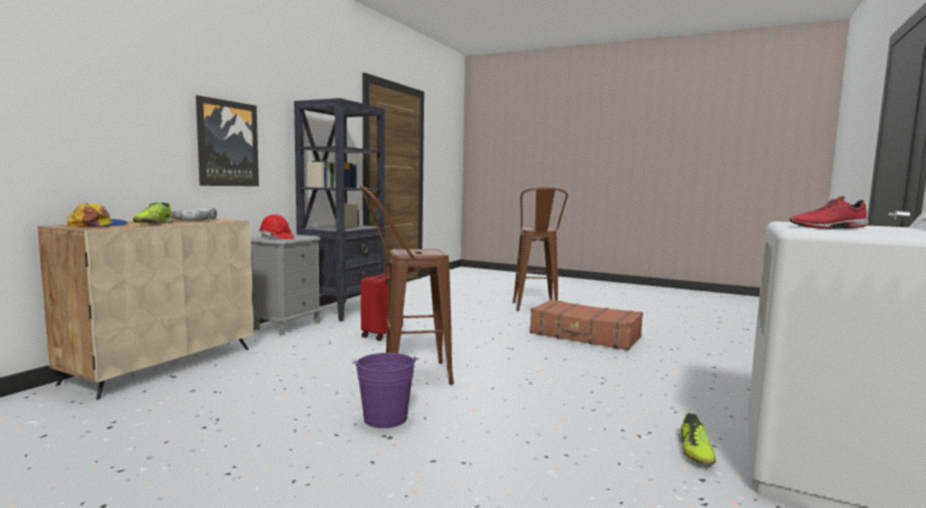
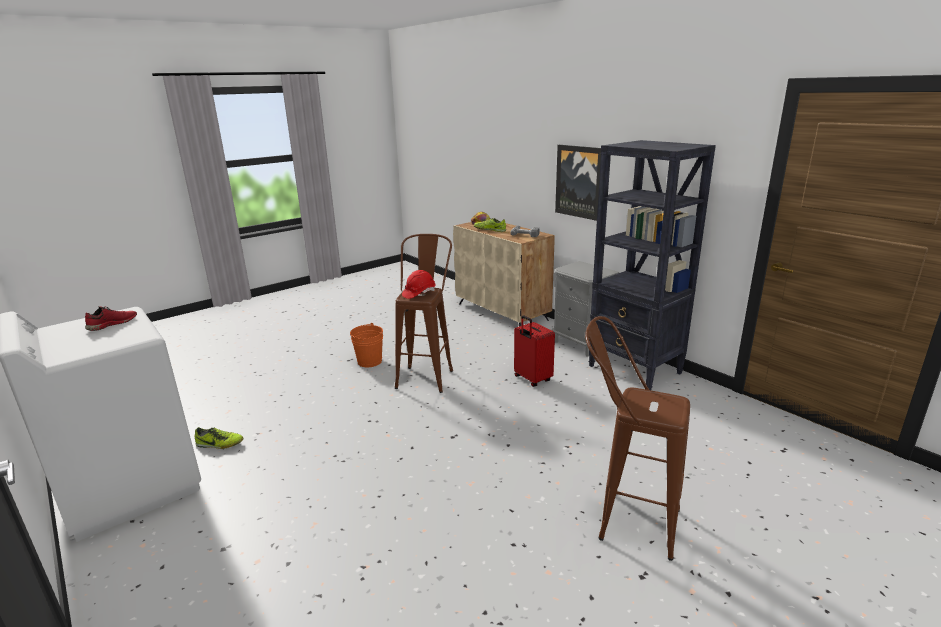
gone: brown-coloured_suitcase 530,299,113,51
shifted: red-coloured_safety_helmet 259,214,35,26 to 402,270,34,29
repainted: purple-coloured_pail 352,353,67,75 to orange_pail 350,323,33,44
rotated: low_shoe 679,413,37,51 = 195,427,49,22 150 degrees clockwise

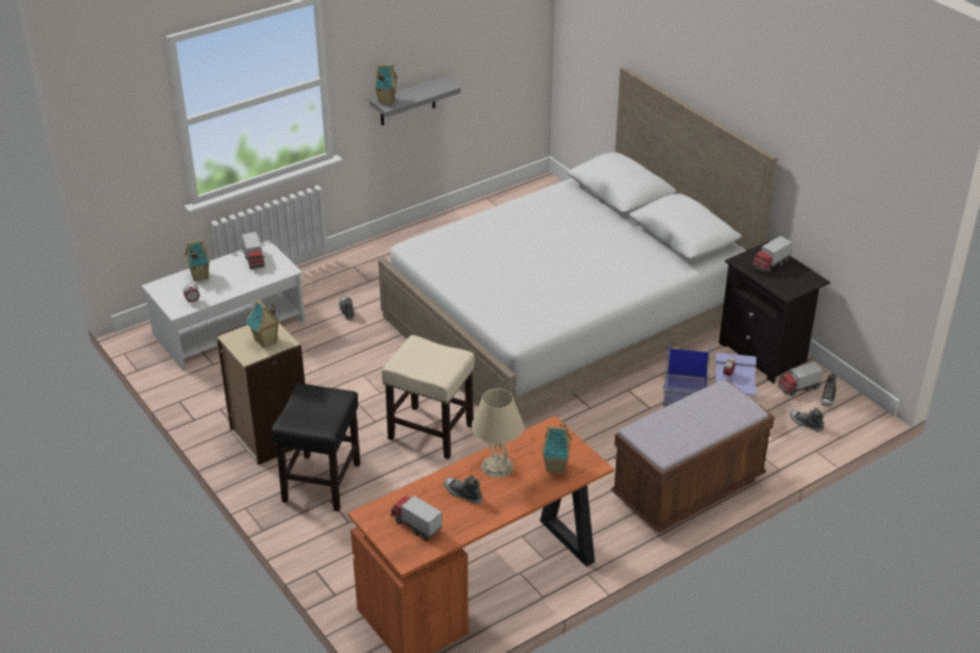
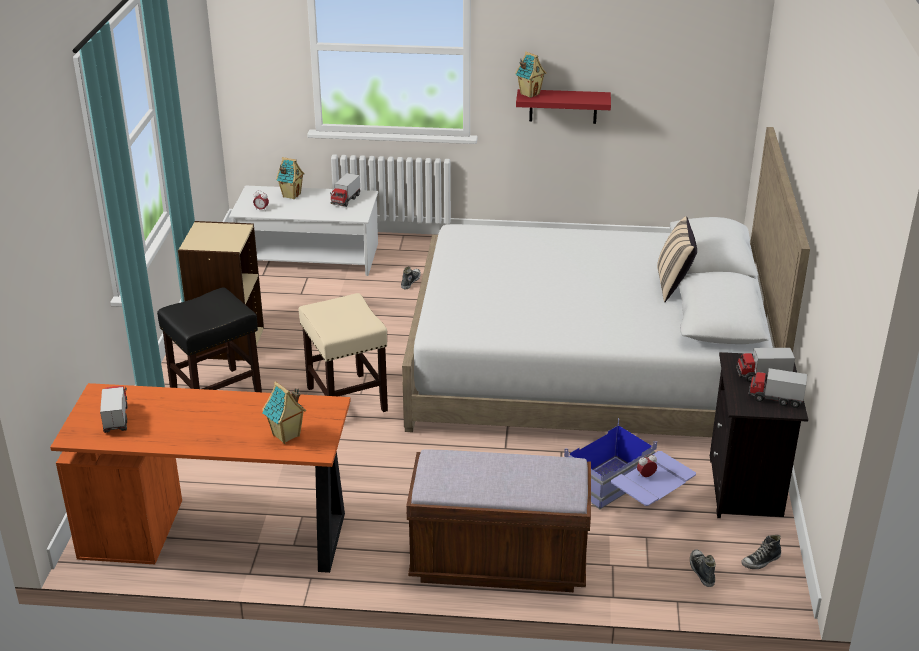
gone: miniature_house 246,298,35,50; beige_table_lamp 471,389,53,89; low_shoe 444,475,38,29
new: beige_cushion 657,216,40,86
shifted: toy_lorry 778,362,45,34 to 748,368,59,40
repainted: gray_bracket_shelf 370,76,91,49 to red-coloured_bracket_shelf 516,89,95,35

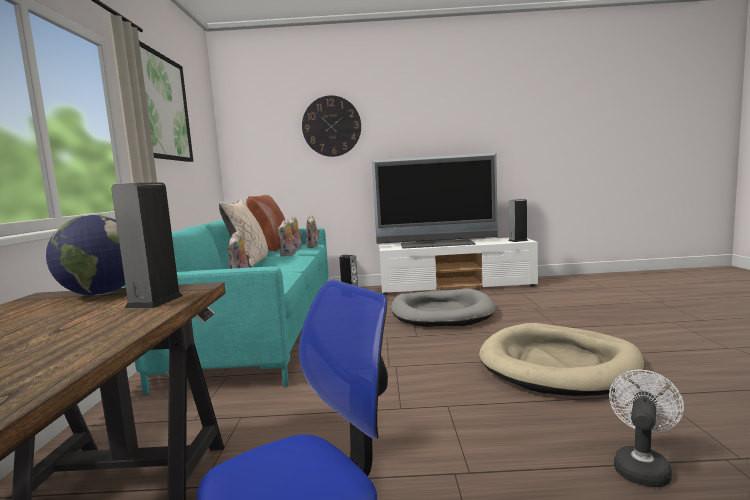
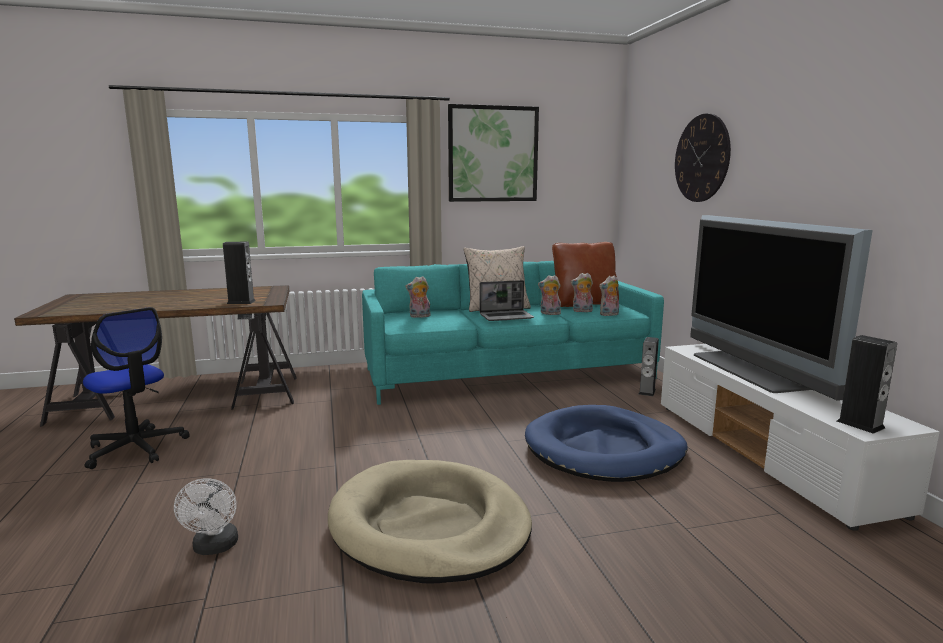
gone: globe 46,215,79,81
new: notebook_computer 479,280,55,41
repainted: gray_dog_bed 391,289,104,38 to bluish_dog_bed 525,405,163,77
rotated: whitish_cooling_fan 609,370,75,117 = 174,478,64,77 60 degrees clockwise

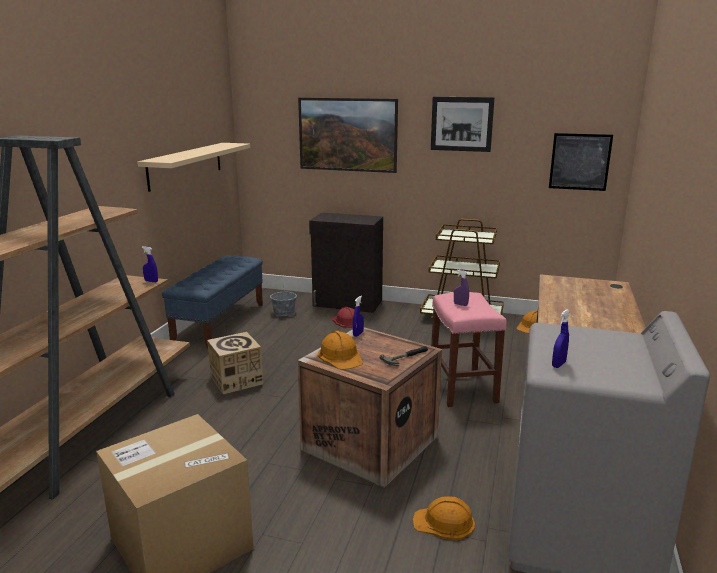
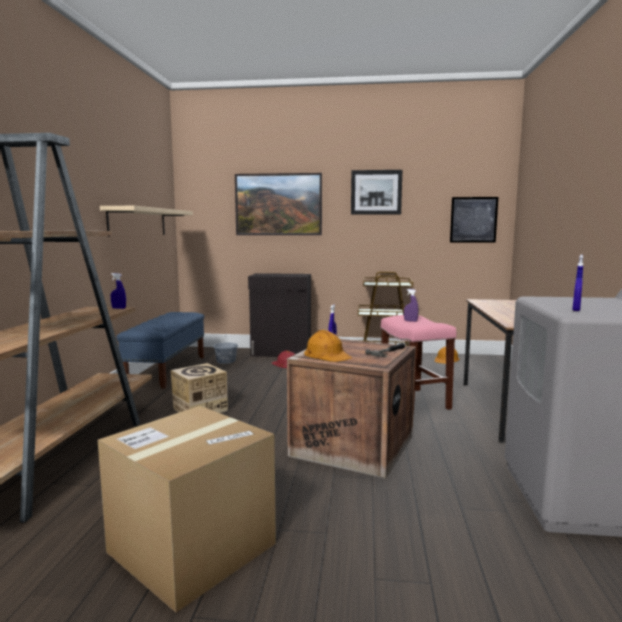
gone: orange_safety_helmet 413,496,62,44

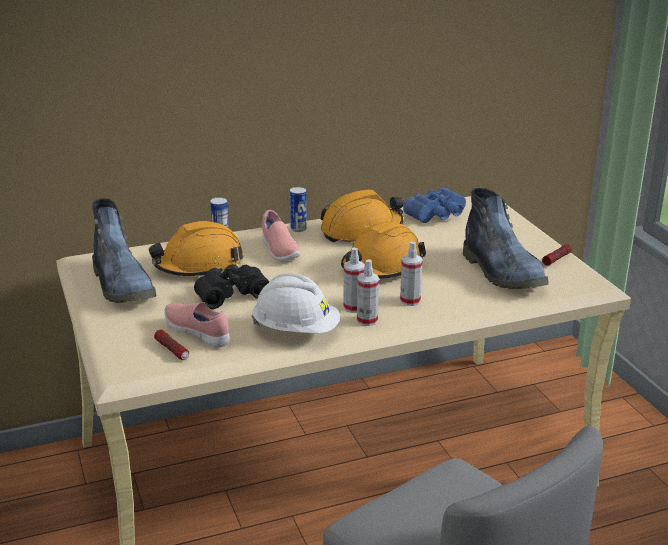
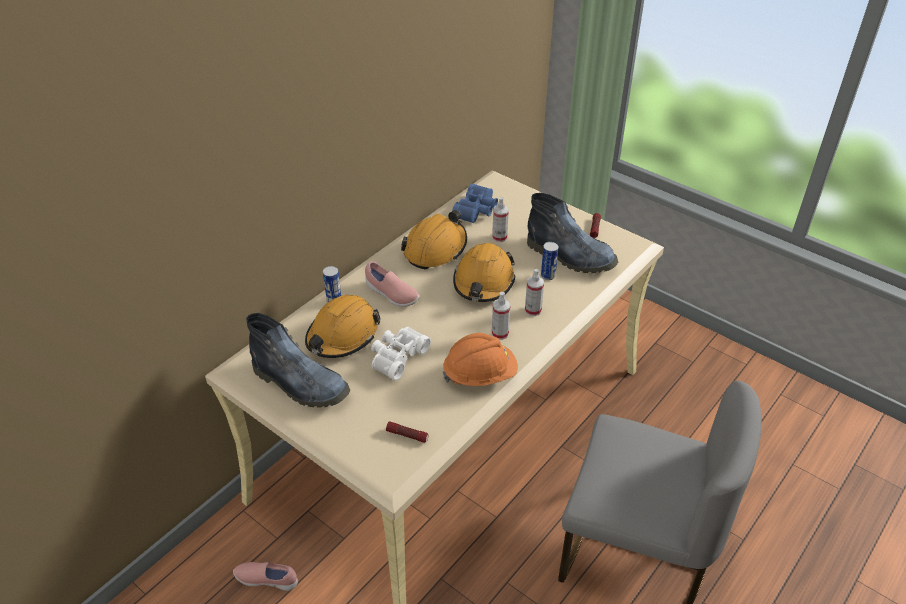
shifted: sealed_can 290,187,17,45 to 541,242,17,38; sprayer 357,259,22,67 to 492,197,17,45; pink_low_shoe 164,302,66,45 to 233,562,65,29
repainted: black-coloured_field_glasses 194,264,76,45 to whitish_field_glasses 371,327,60,54; whitish_safety_helmet 252,273,88,61 to orange_safety_helmet 443,333,75,53

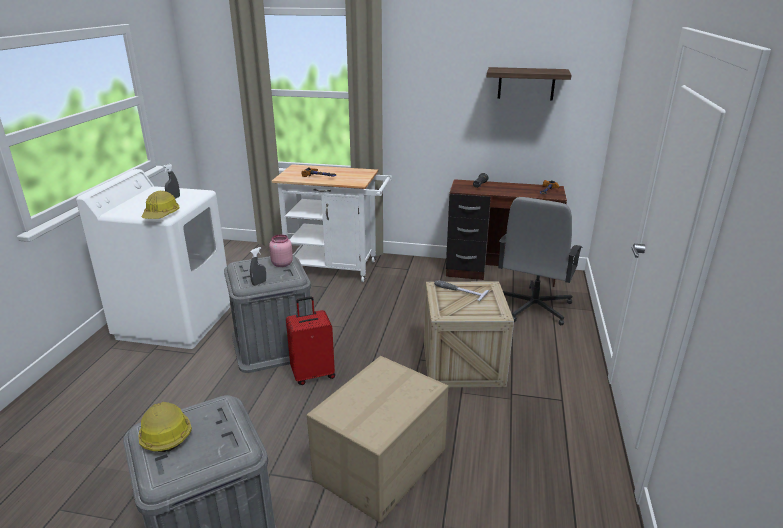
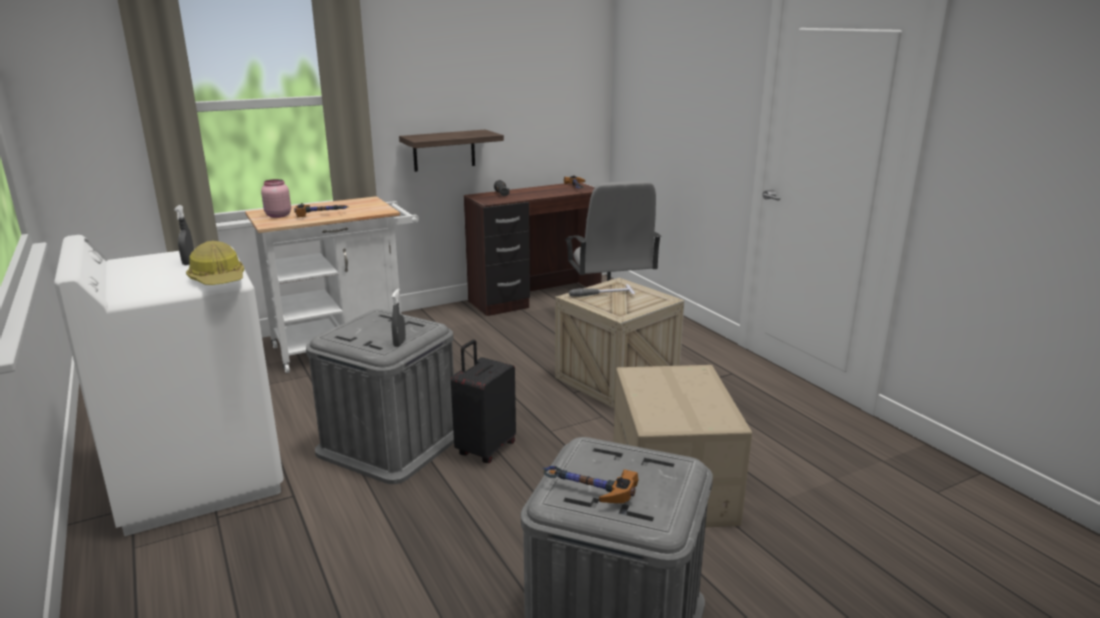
shifted: bracket_shelf 487,67,85,34 to 399,130,105,42; pink_jar 269,234,24,33 to 261,179,30,39
swapped: safety_helmet 139,402,53,50 to hammer 542,466,97,37
repainted: red-coloured_suitcase 286,296,49,89 to black-coloured_suitcase 451,340,65,123

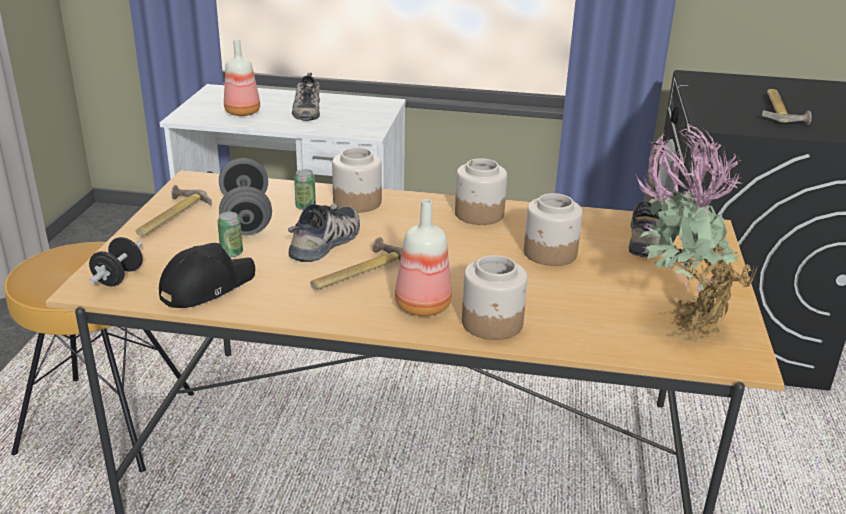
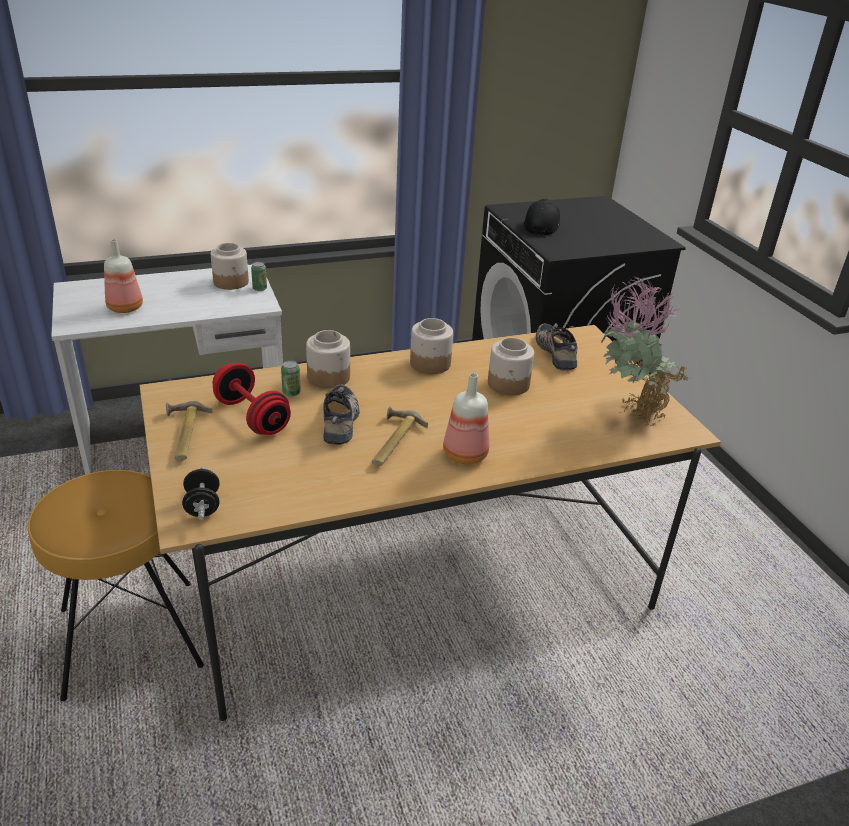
gone: low_shoe 292,73,28,48; hammer 762,89,50,36
shifted: sealed_can 217,212,26,45 to 251,262,16,29; black-coloured_peaked_cap 159,243,96,65 to 524,199,36,36; jar 462,255,66,85 to 211,243,38,47
repainted: gray_free_weight 219,158,53,77 to red-coloured_free_weight 213,363,78,72

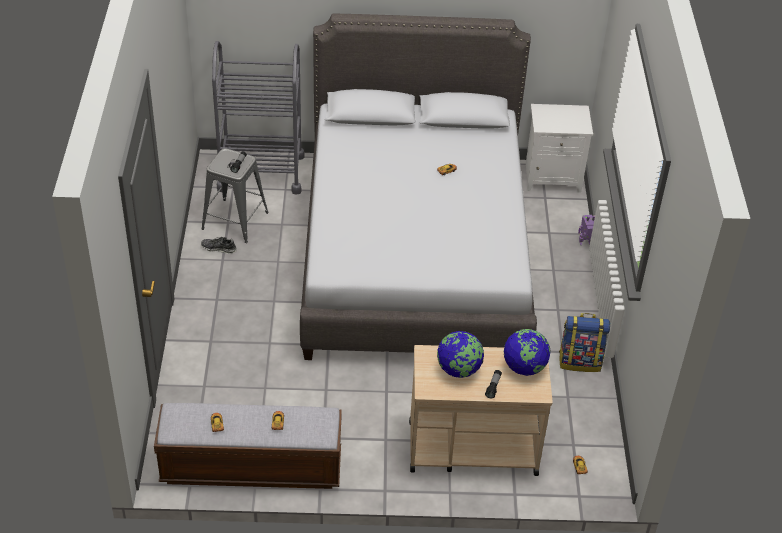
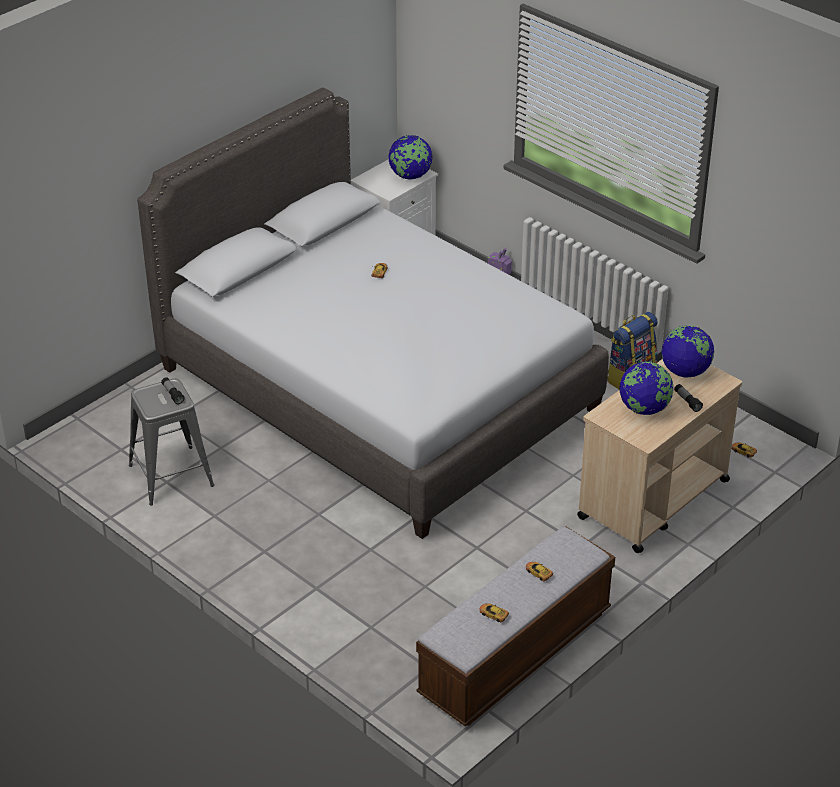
gone: gray_wheeled_cart 212,41,93,154; low_shoe 201,237,36,17
new: globe 389,135,44,44

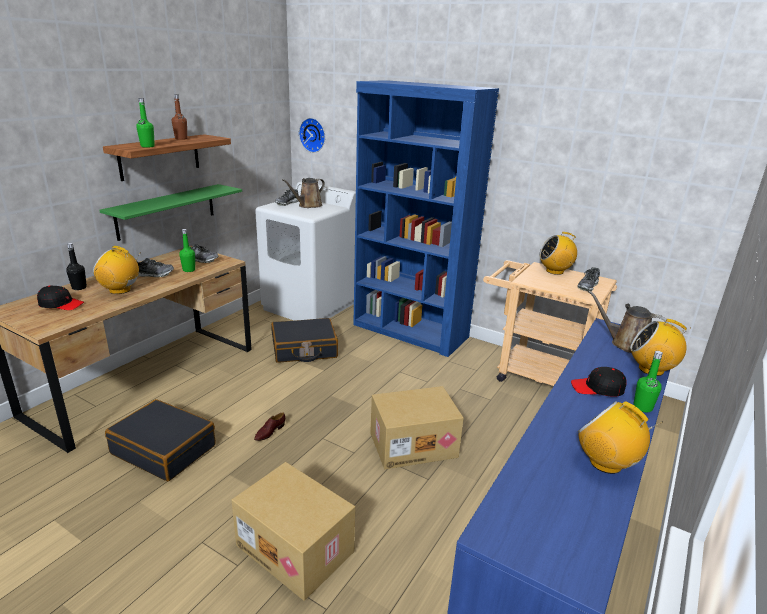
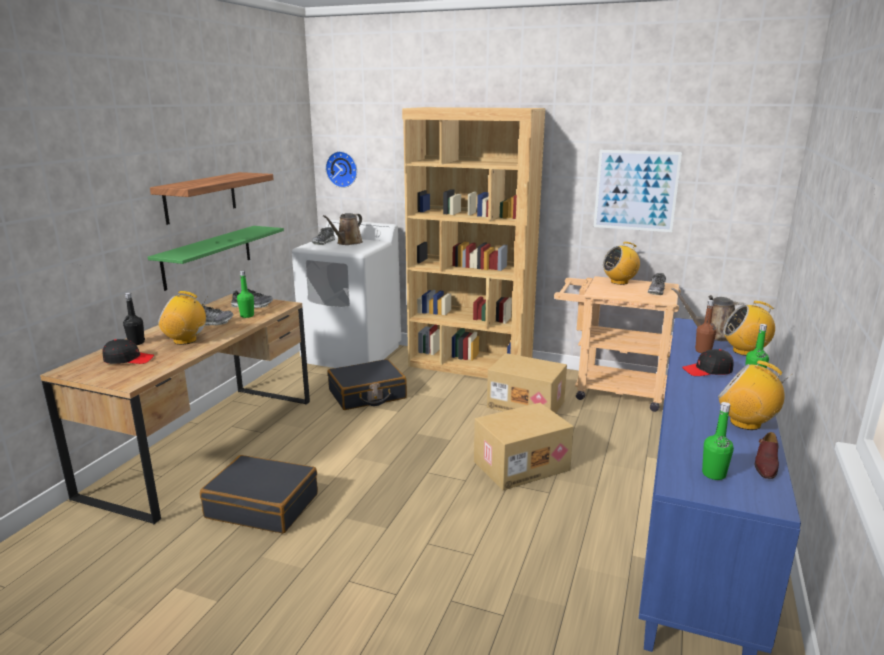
new: wall_art 594,150,88,82
shifted: brown-coloured_bottle 172,94,15,46 to 695,300,21,53; green-coloured_bottle 136,98,19,50 to 702,402,32,78; brown-coloured_low_shoe 254,412,31,29 to 754,432,25,47; packing_box 232,462,123,139 to 487,353,80,60
repainted: bluish_bookcase 353,80,146,277 to brown-coloured_bookcase 402,107,143,272

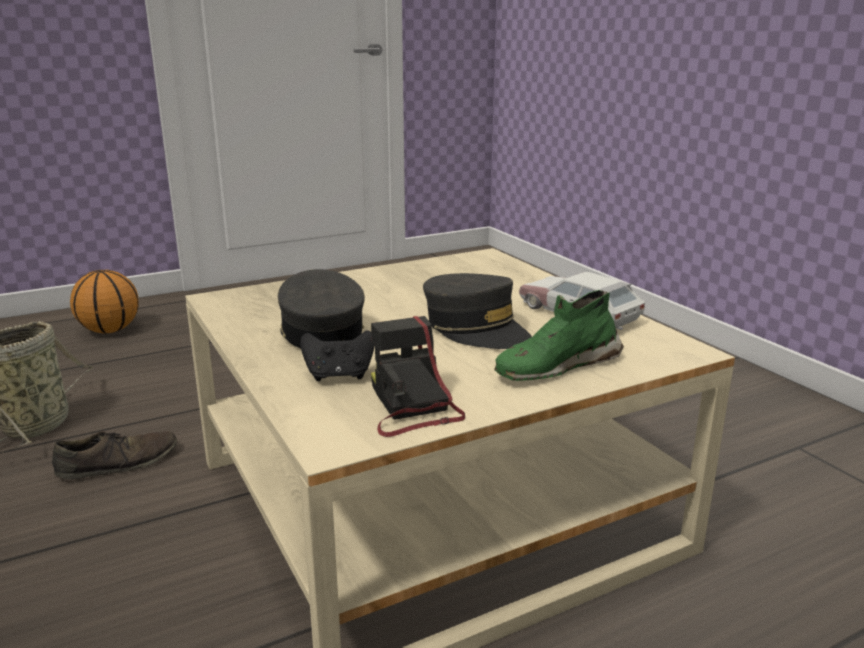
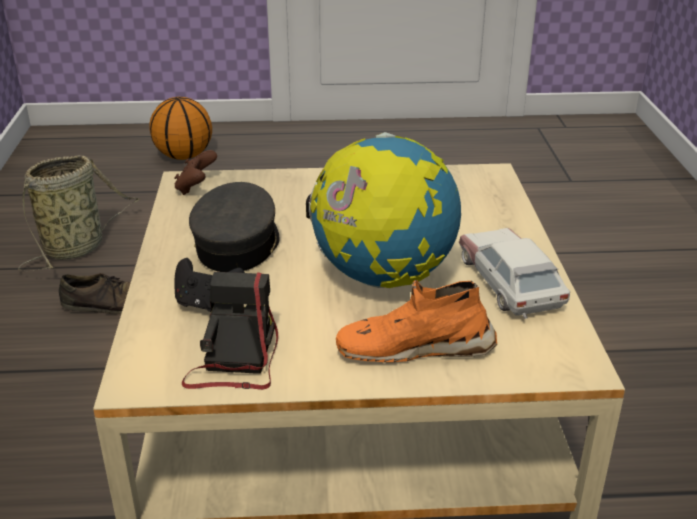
new: brown-coloured_game_controller 174,150,43,45
swapped: gray_peaked_cap 423,273,109,76 to globe 306,132,155,156
repainted: green-coloured_low_shoe 495,290,129,91 to orange_low_shoe 336,280,161,82

